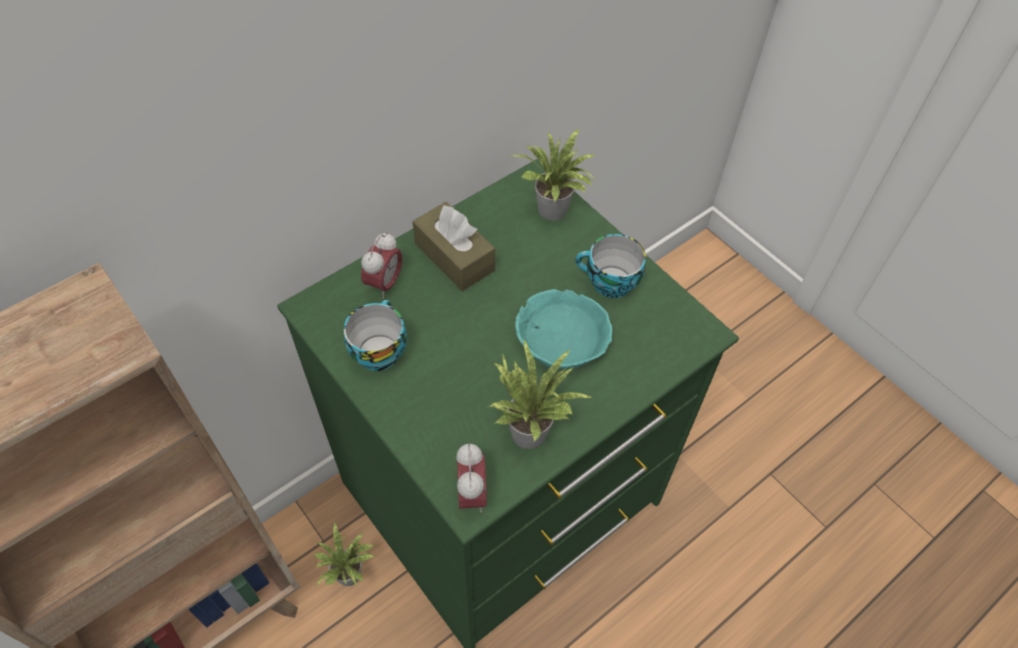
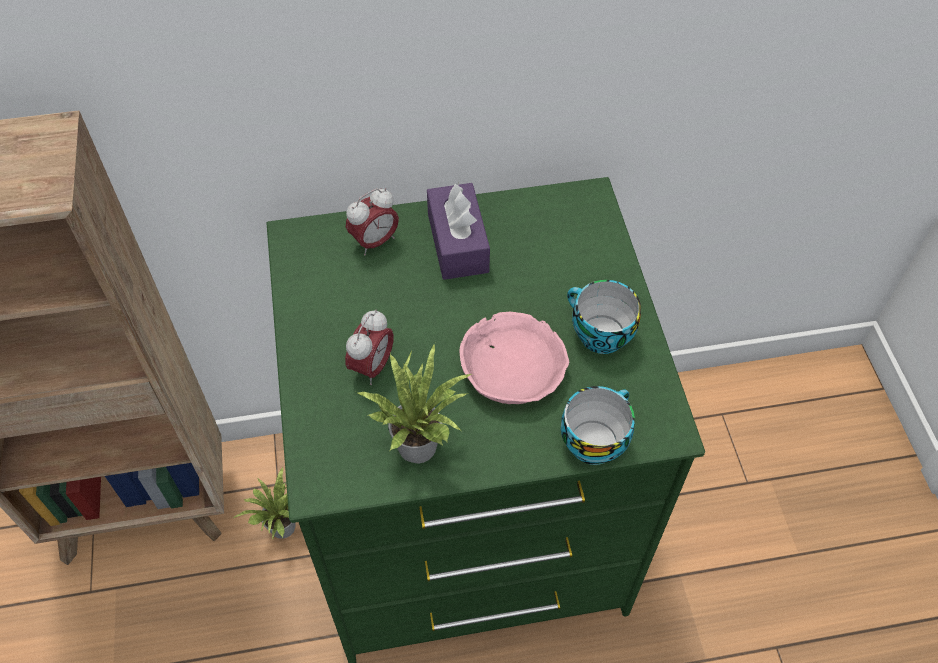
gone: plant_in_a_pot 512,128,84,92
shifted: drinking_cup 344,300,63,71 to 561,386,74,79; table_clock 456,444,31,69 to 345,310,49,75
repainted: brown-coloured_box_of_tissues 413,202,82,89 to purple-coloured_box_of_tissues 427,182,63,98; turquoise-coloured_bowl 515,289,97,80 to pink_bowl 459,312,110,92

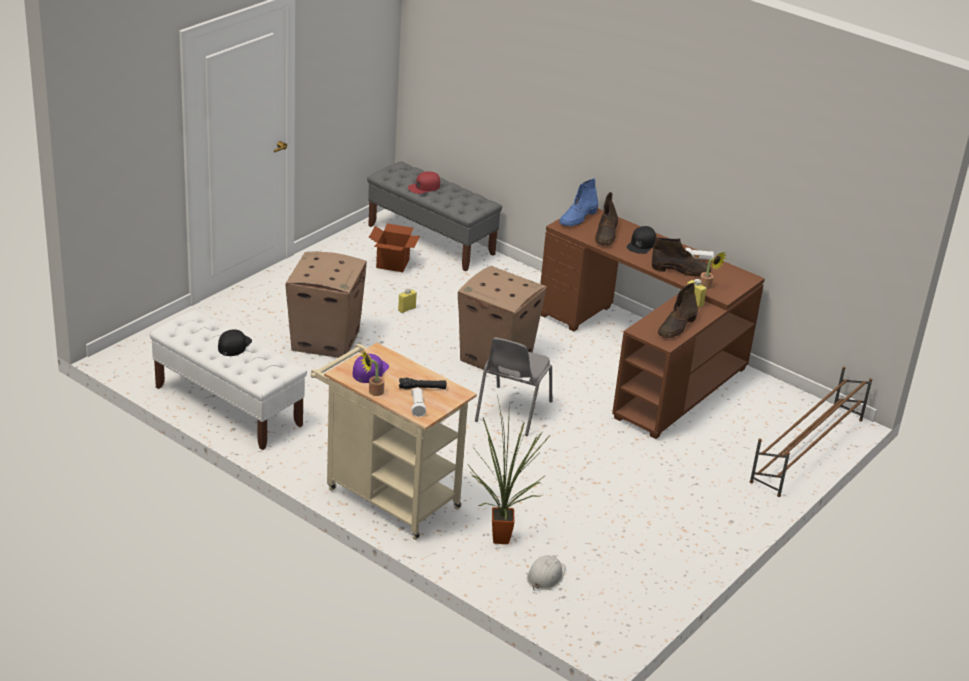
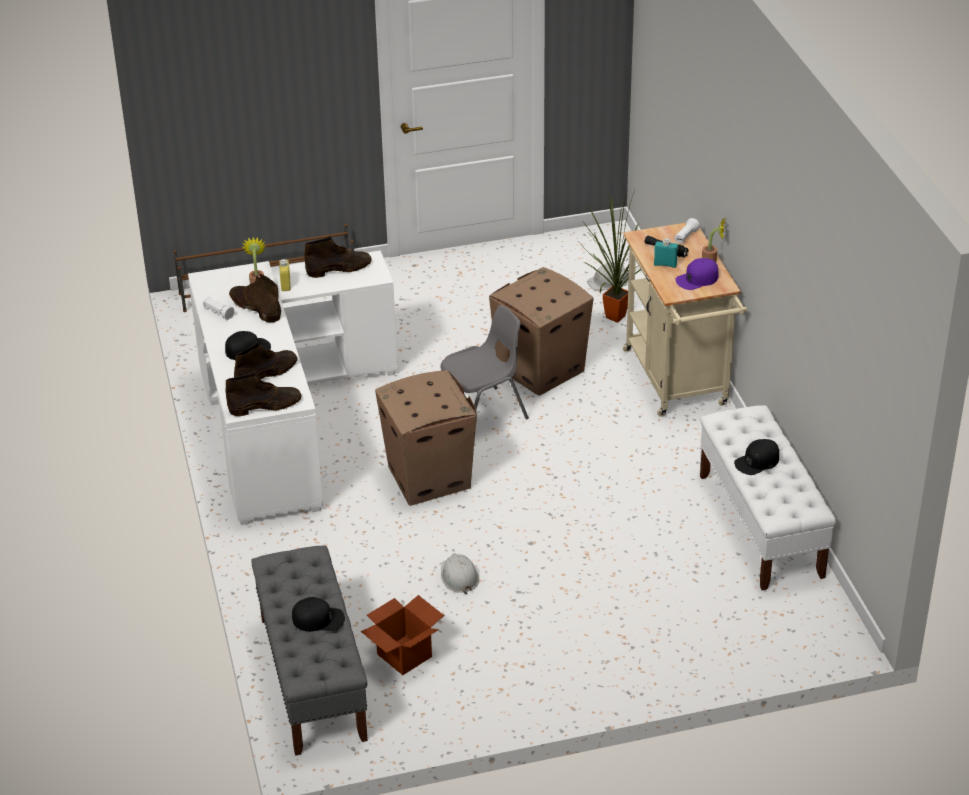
new: turquoise-coloured_bottle 654,238,24,30
shifted: packing_box 285,252,82,106 to 489,267,105,129
swapped: yellowish_bottle 398,288,19,25 to whitish_safety_helmet 441,553,38,41
repainted: red-coloured_peaked_cap 408,171,32,23 to black-coloured_peaked_cap 292,597,53,35; bluish_high-top_boot 559,178,39,48 to brown-coloured_high-top_boot 225,371,77,45; brown-coloured_desk 540,209,225,230 to whitish_desk 188,250,210,275

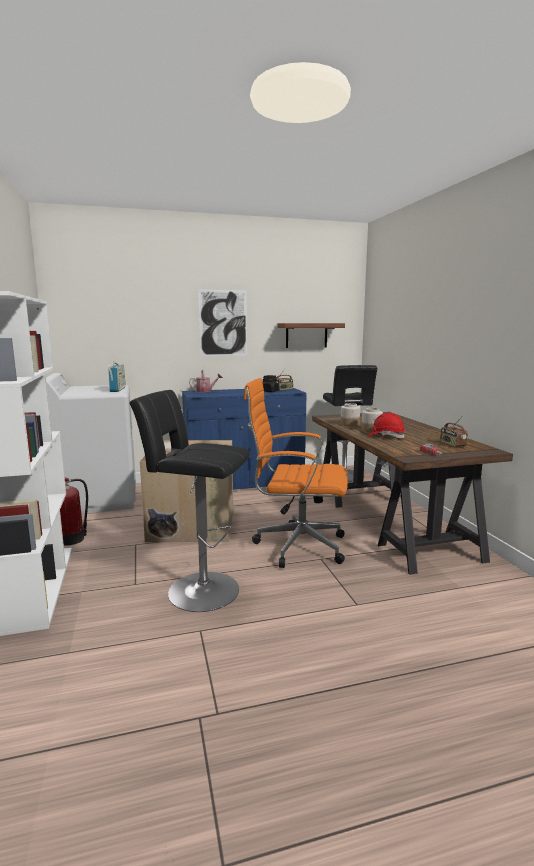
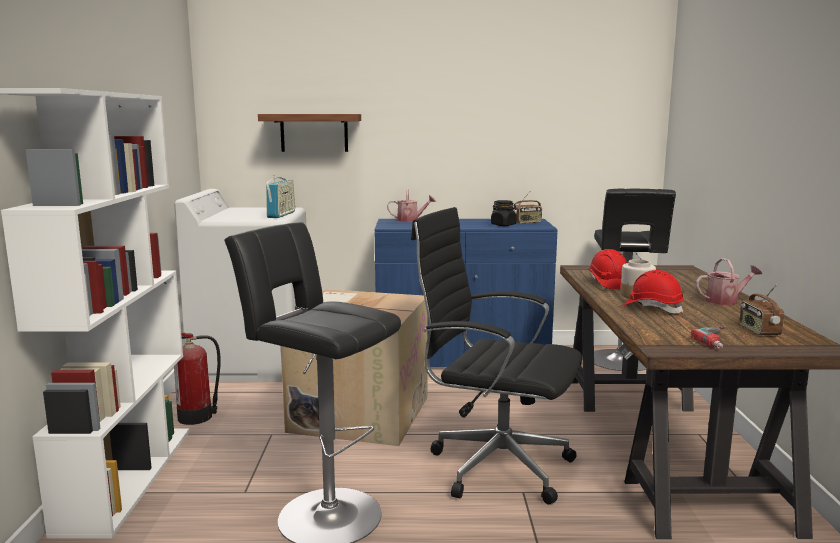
gone: wall_art 198,289,49,67
new: watering_pot 696,258,66,47
shifted: bracket_shelf 277,323,68,25 to 258,114,103,38
swapped: jar 340,403,20,23 to red-coloured_safety_helmet 588,249,39,40
repainted: orange_office_chair 244,378,104,190 to black-coloured_office_chair 411,207,171,297

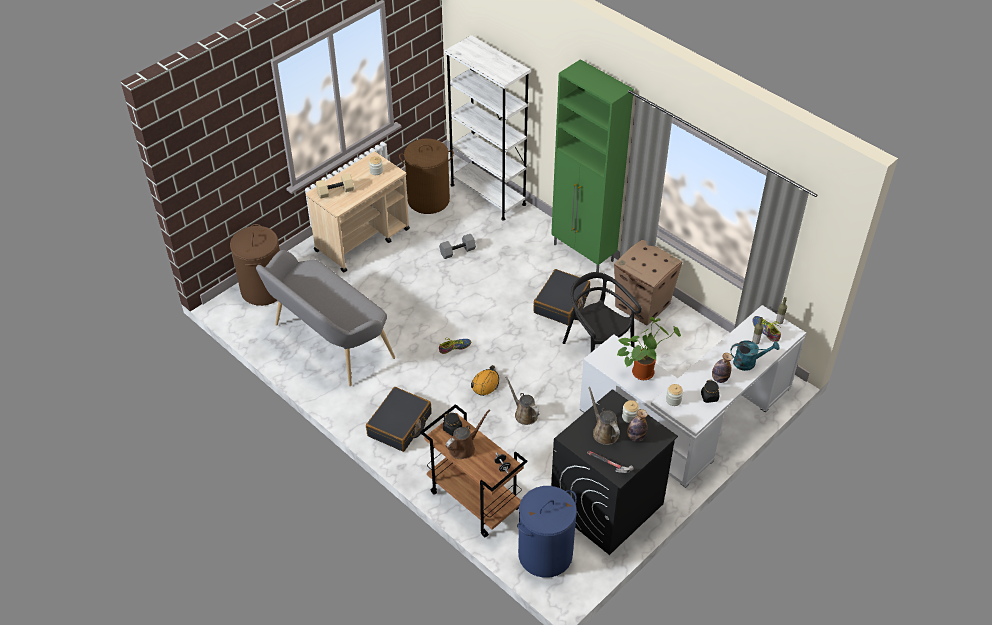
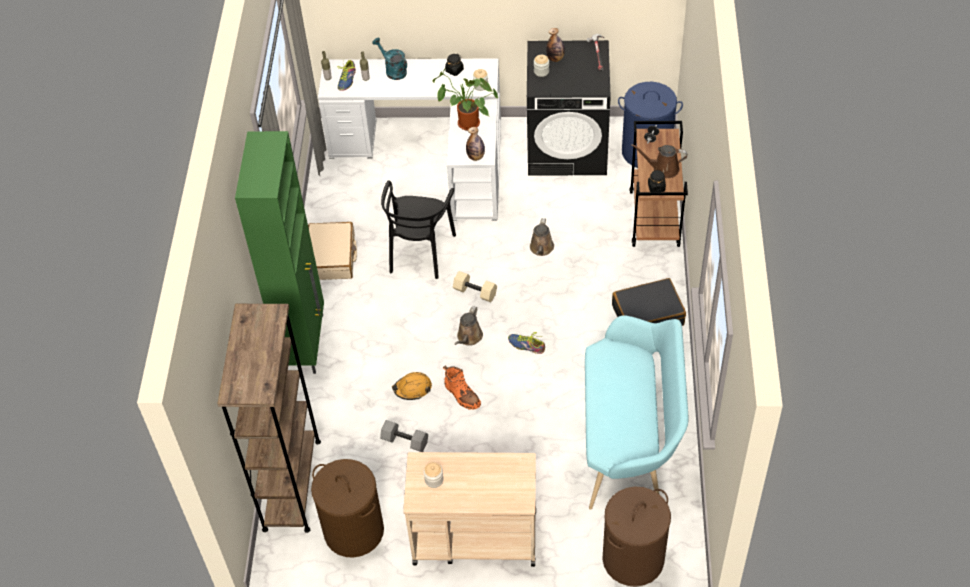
gone: black-coloured_suitcase 533,269,57,56
new: orange_high-top_boot 443,366,38,44
shifted: beige_free_weight 316,173,38,26 to 453,271,44,31; bottle 712,353,20,30 to 466,127,19,34; orange_safety_helmet 471,365,28,31 to 392,372,40,28; brown-coloured_watering_pot 588,387,32,58 to 454,306,29,40
swapped: packing_box 614,240,69,85 to beige_suitcase 308,222,49,58
repainted: whitish_bookcase 444,35,87,185 to brown-coloured_bookcase 217,304,104,229; gray_bench 256,250,139,136 to turquoise-coloured_bench 585,315,104,195

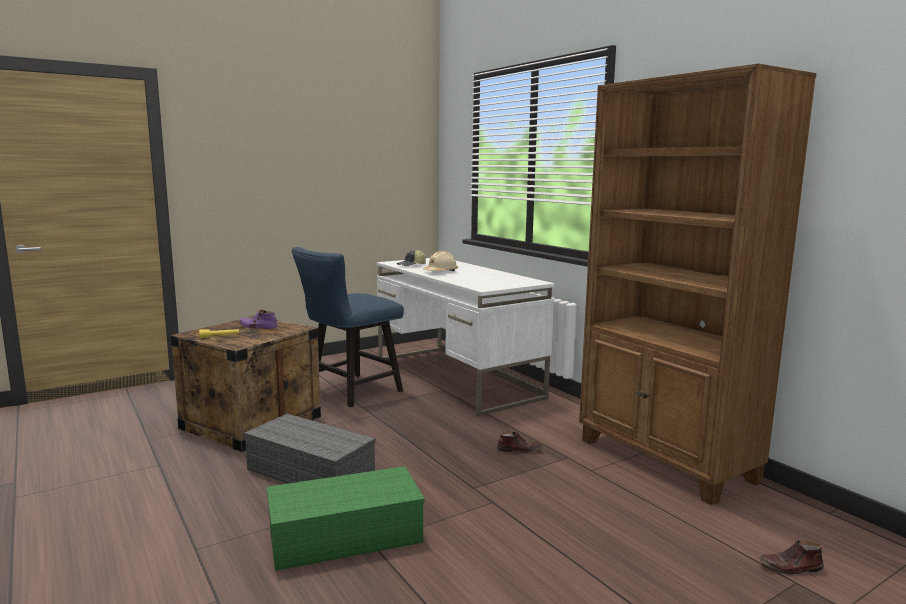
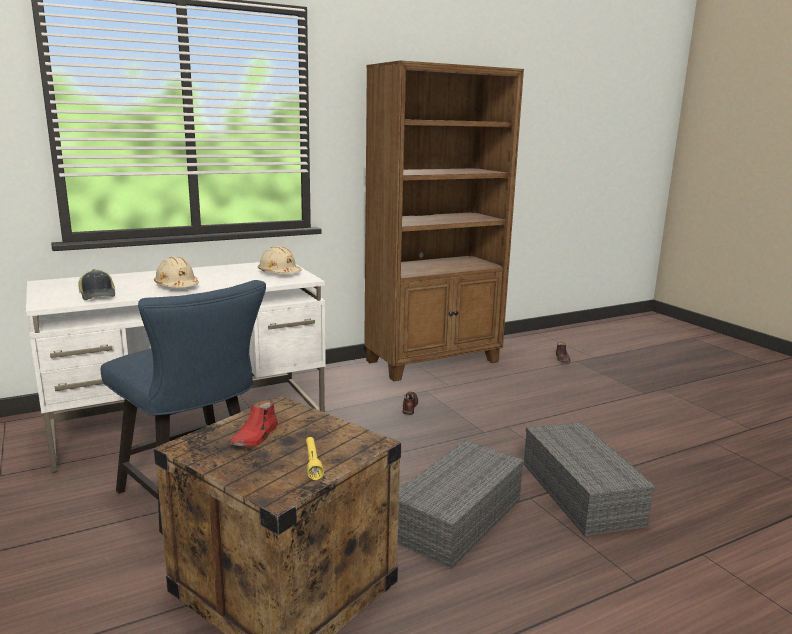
new: beige_safety_helmet 258,246,44,28
repainted: purple-coloured_low_shoe 239,310,39,19 to red-coloured_low_shoe 229,399,49,48; green-coloured_storage_box 267,466,158,105 to gray_storage_box 524,422,131,114

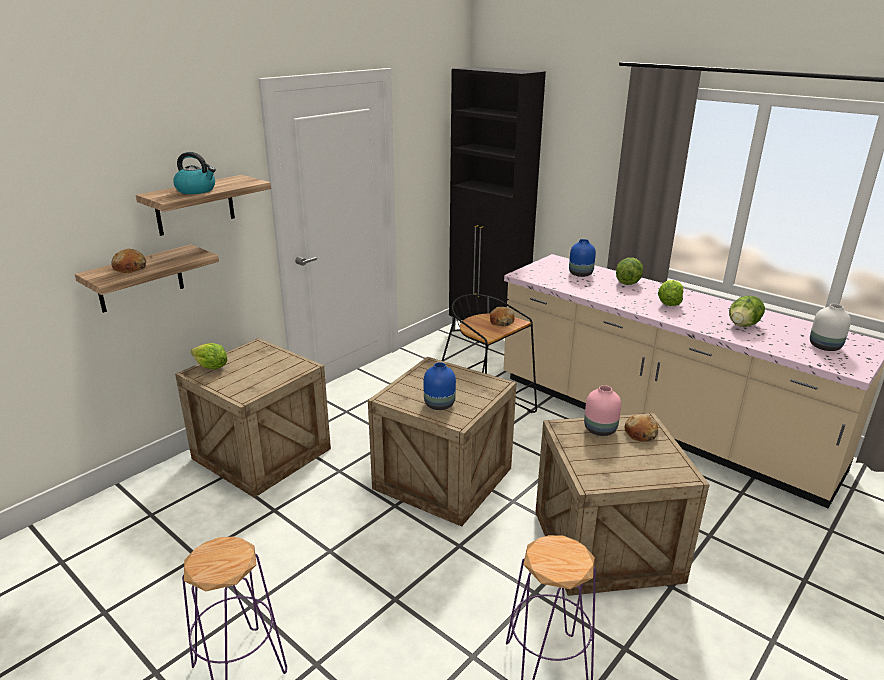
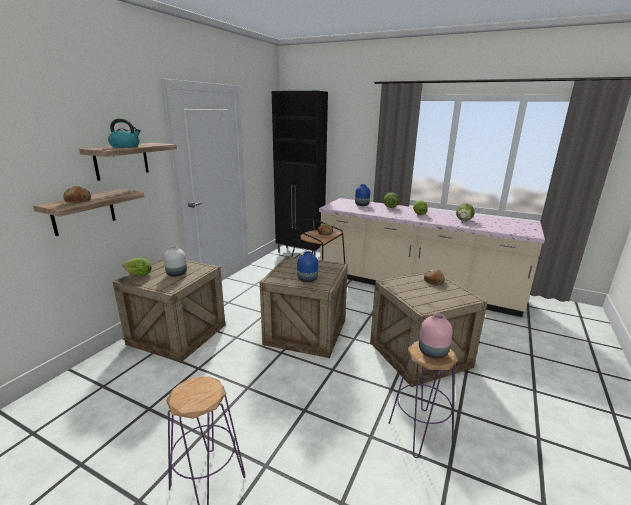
shifted: whitish_decorative_vase 810,304,41,47 to 164,246,23,31; pink_decorative_vase 584,385,37,51 to 419,313,34,46

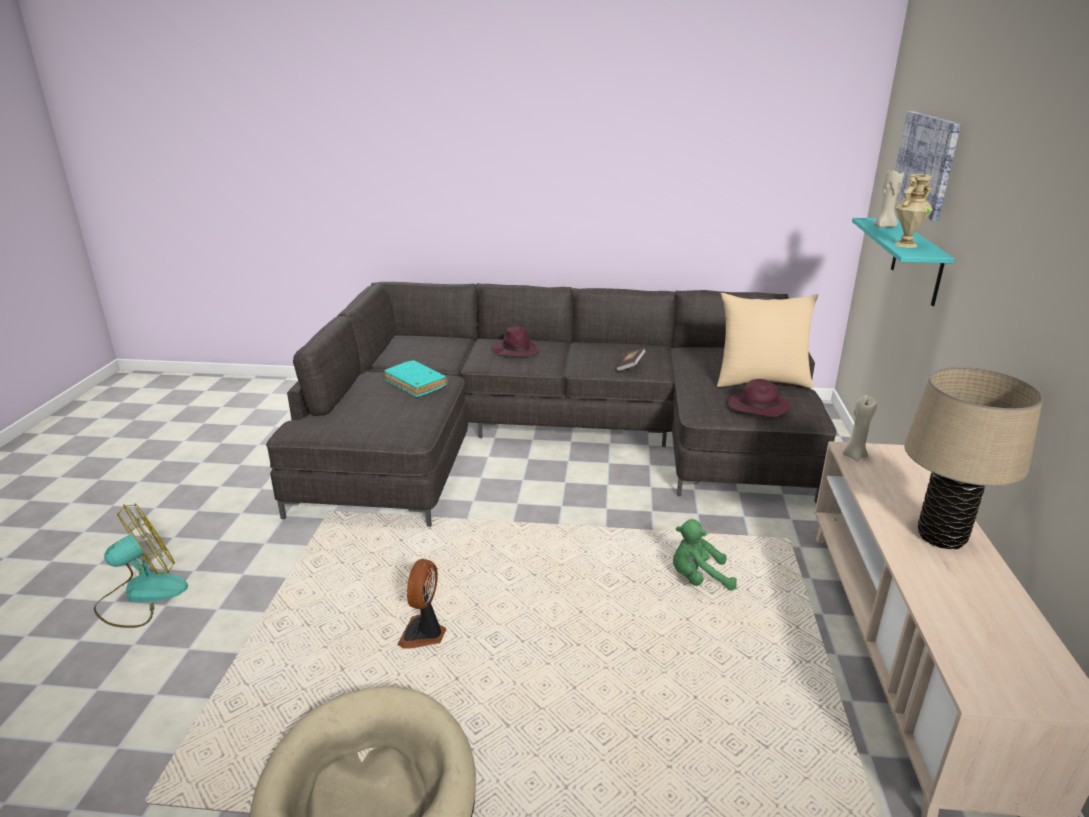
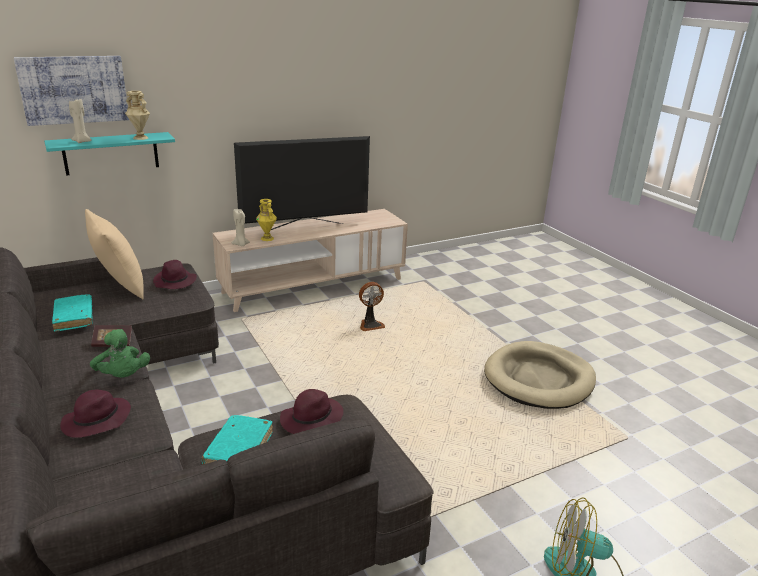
new: yellowish_decorative_vase 256,199,21,42; turquoise-coloured_book 52,294,41,38; purple-coloured_clothing_hat 280,389,64,45
shifted: green-coloured_cuddly_toy 673,519,64,71 to 90,329,60,49; cooling_fan 398,559,48,90 to 359,282,26,49
swapped: beige_table_lamp 904,367,139,182 to TV 234,136,136,94

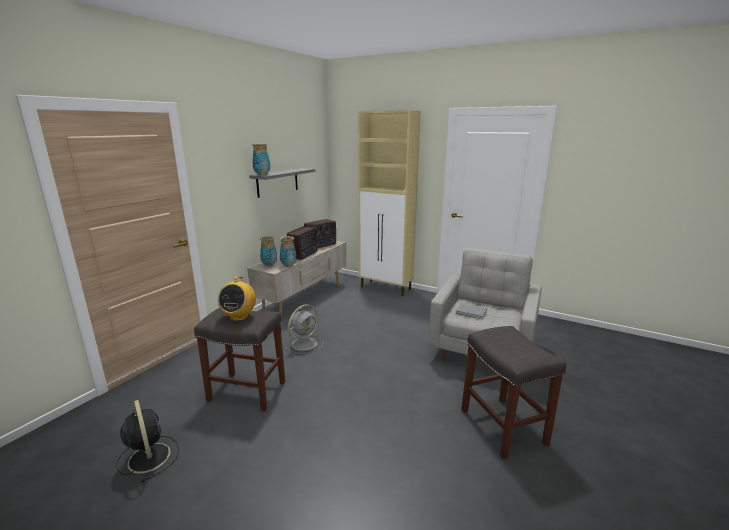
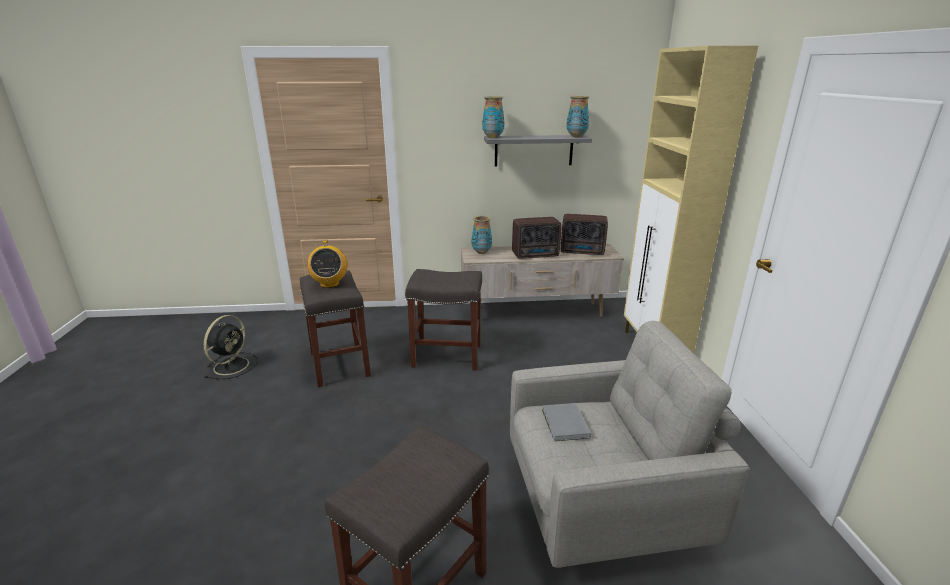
shifted: decorative_vase 280,236,17,31 to 567,96,22,41
swapped: gray_cooling_fan 285,304,39,50 to gray_stool 405,269,77,101
rotated: radio_set 218,276,38,45 = 307,240,41,48 75 degrees counterclockwise

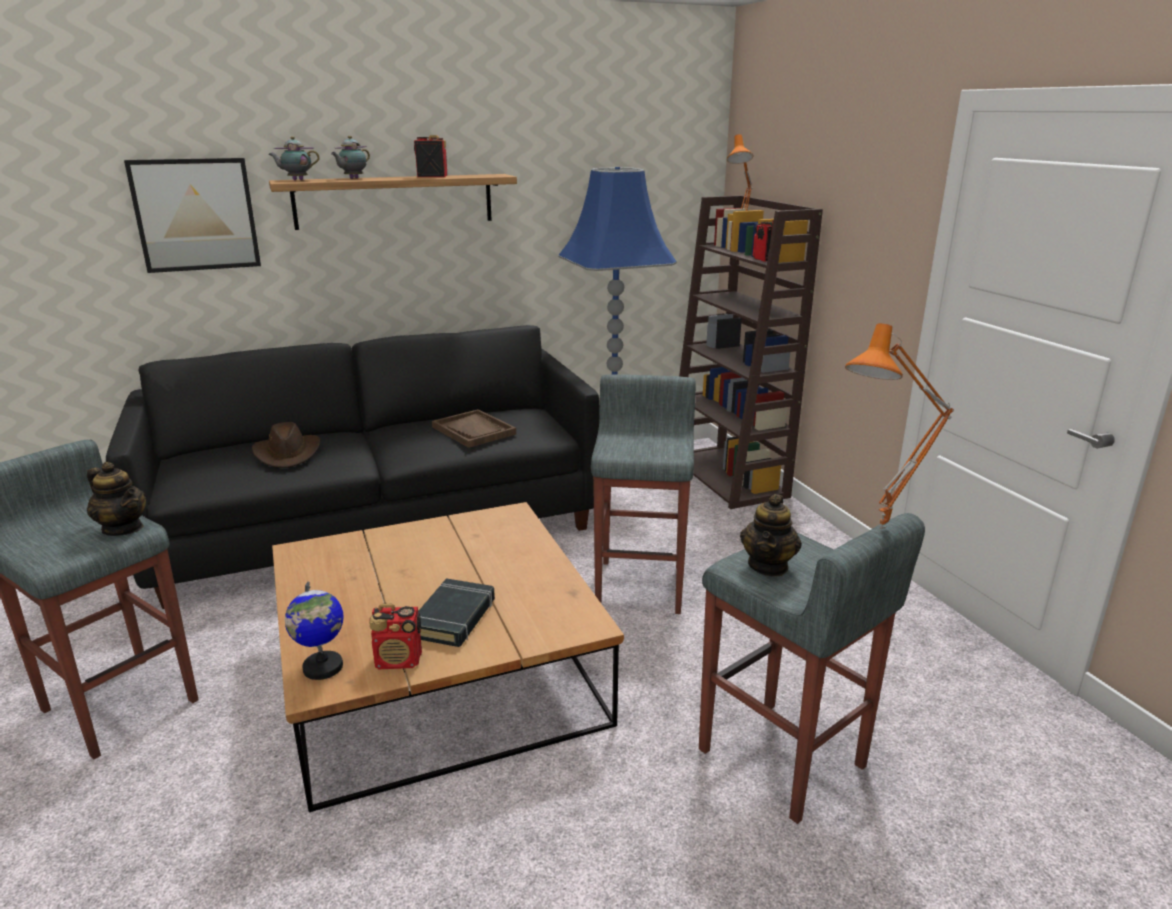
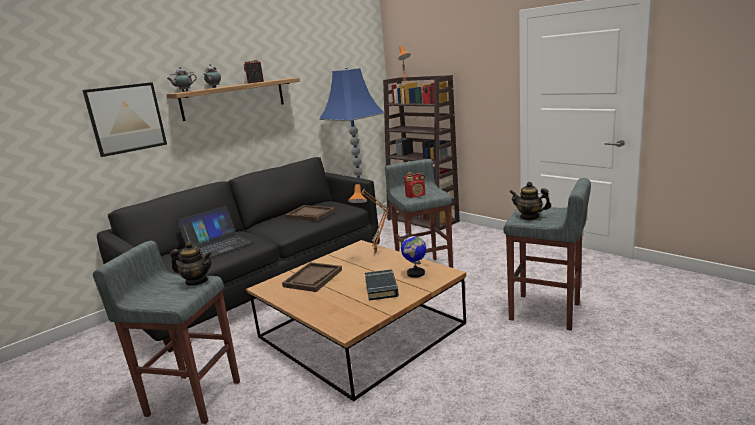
new: brown-coloured_carrying_tray 282,262,60,30
shifted: orange_table_lamp 845,323,109,206 to 348,184,41,71; globe 285,581,59,99 to 401,233,25,45; radio_set 369,604,53,65 to 404,172,21,26
swapped: brown-coloured_clothing_hat 252,422,68,46 to notebook_computer 176,206,76,52
rotated: tea_pot 740,494,62,82 = 510,182,41,38 120 degrees clockwise

